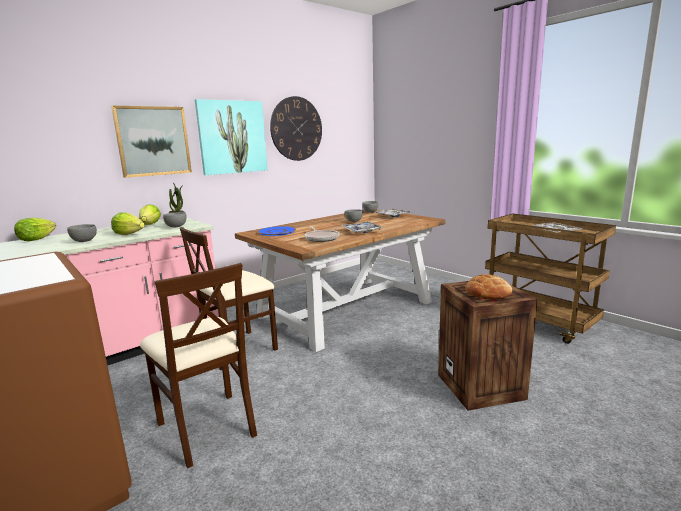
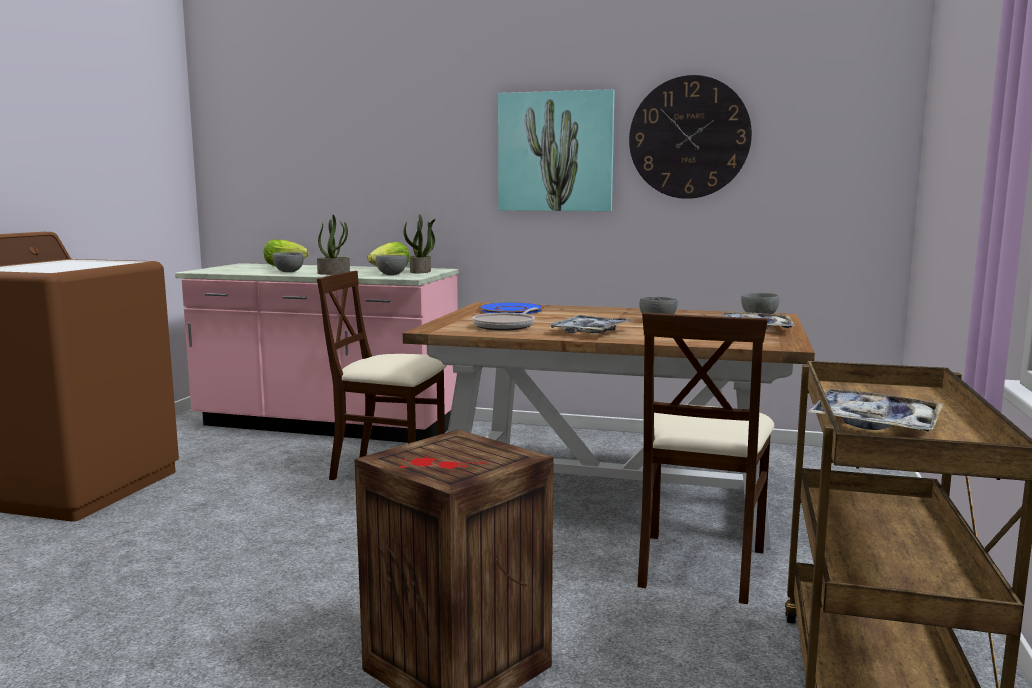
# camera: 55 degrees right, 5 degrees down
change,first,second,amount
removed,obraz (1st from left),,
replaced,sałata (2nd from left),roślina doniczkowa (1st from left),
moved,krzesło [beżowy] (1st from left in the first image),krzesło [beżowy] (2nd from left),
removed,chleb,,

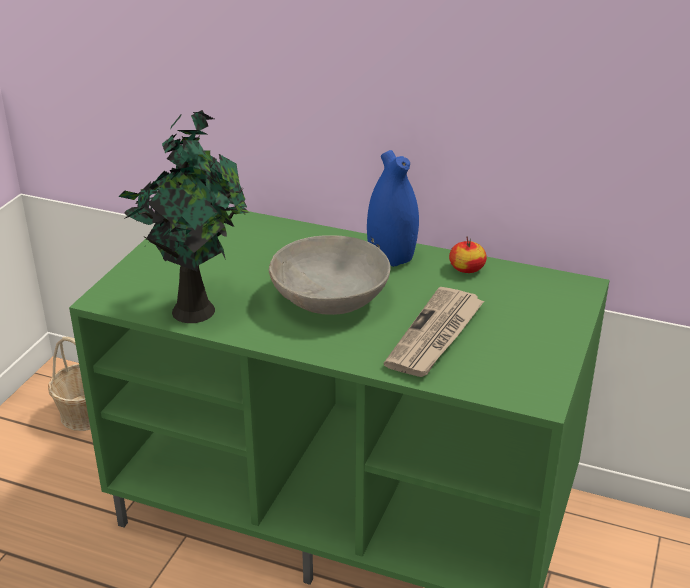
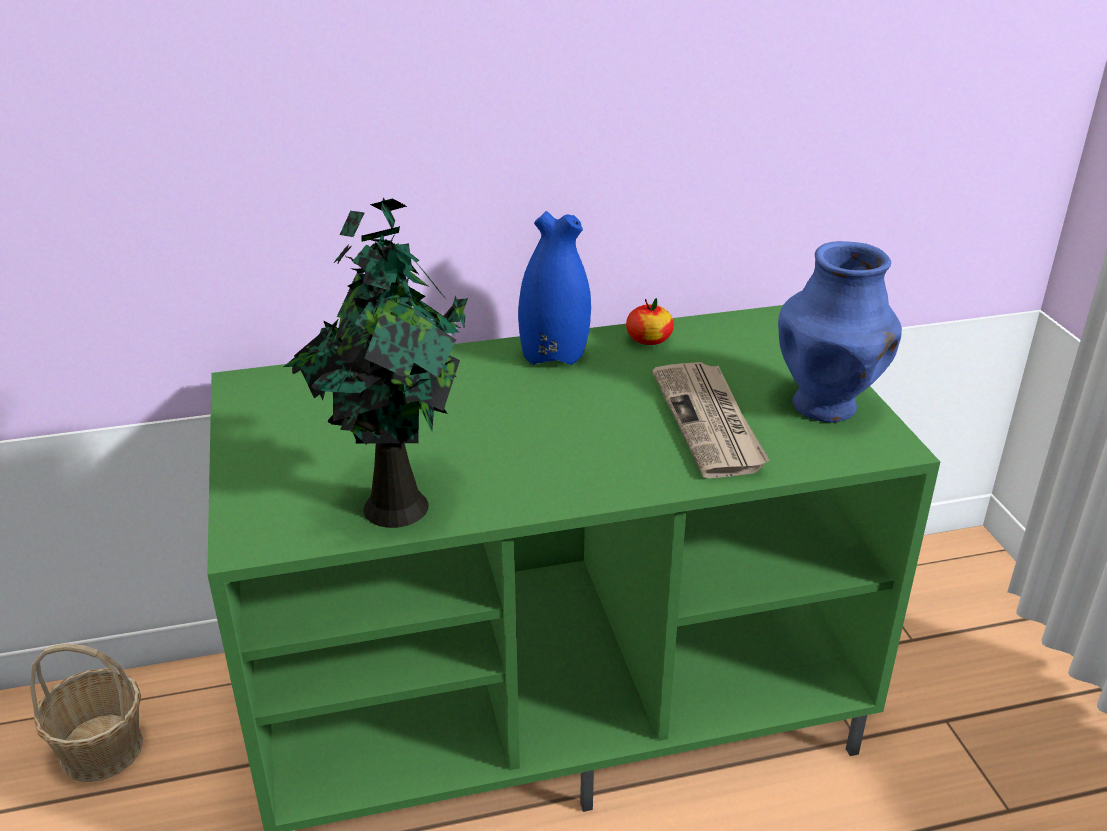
# camera: 35 degrees left, 0 degrees up
change,first,second,amount
removed,miska [szary],,
added,,wazon [niebieski] (2nd from left),

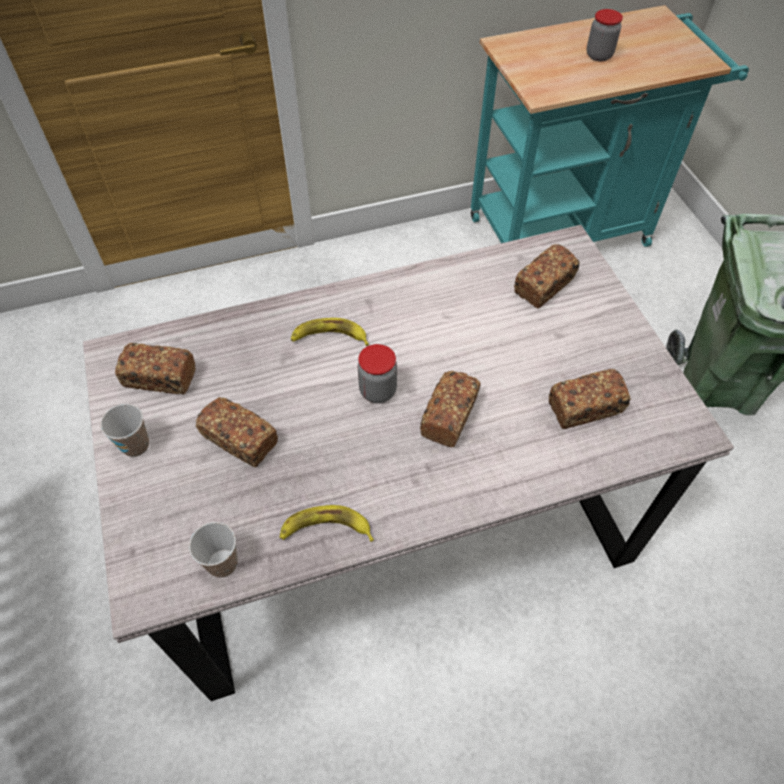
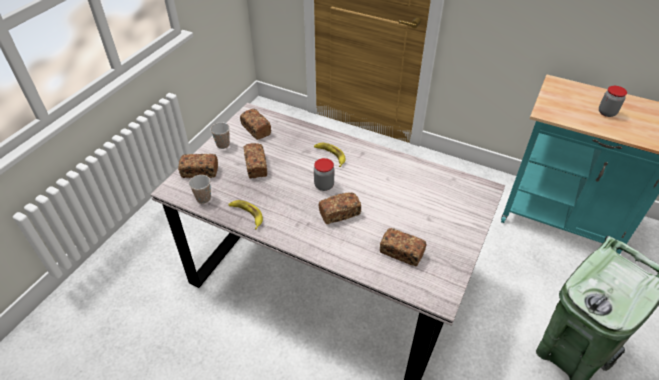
# camera: 45 degrees right, 10 degrees down
change,first,second,amount
moved,chleb (4th from left in the first image),chleb (1st from left),

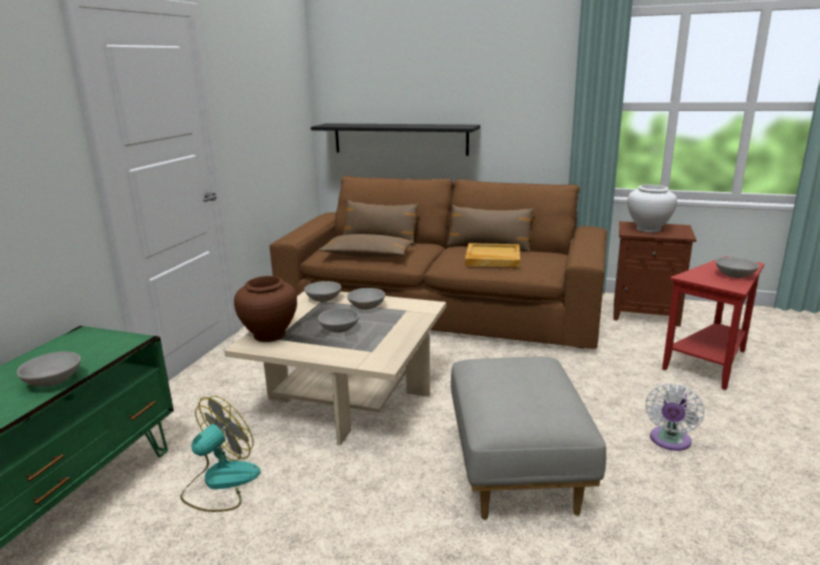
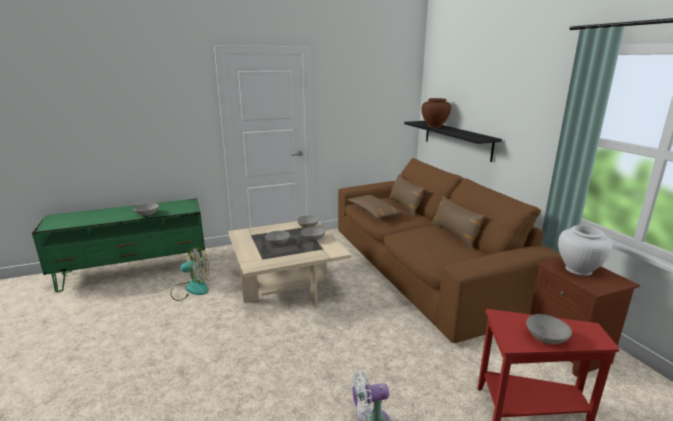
# camera: 50 degrees right, 0 degrees up
change,first,second,amount
removed,taca [beżowy],,
moved,wazon [brązowy],,
removed,pufa [szary],,

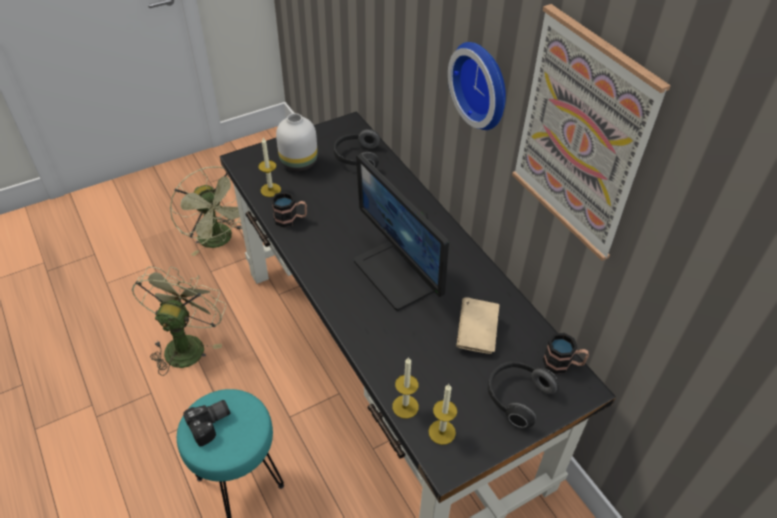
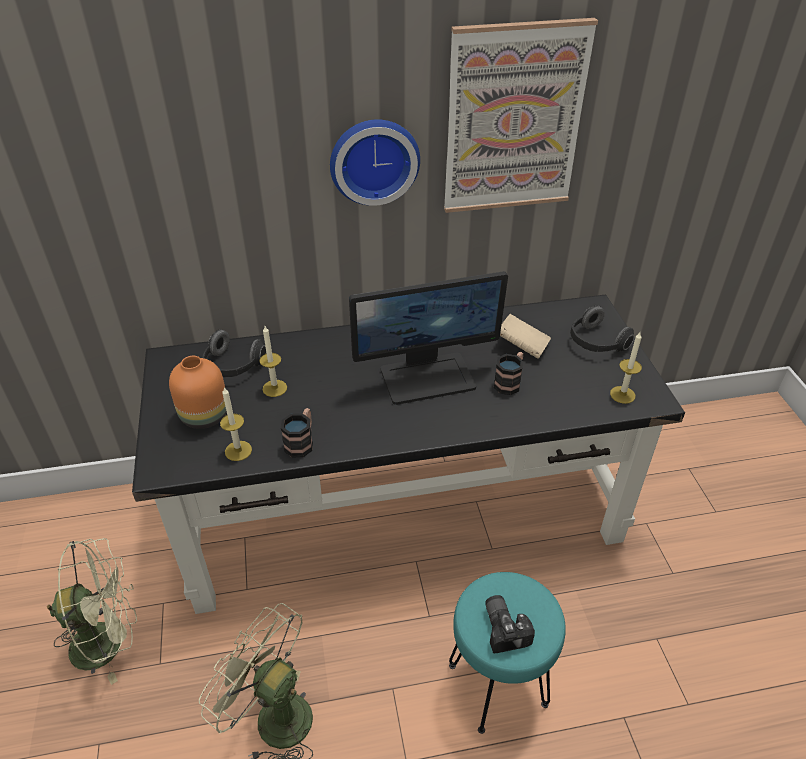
# camera: 70 degrees left, 5 degrees down
change,first,second,amount
recoloured,wazon [biały],wazon [pomarańczowy],
moved,kubek (2nd from left),,
moved,świeca (2nd from left),,

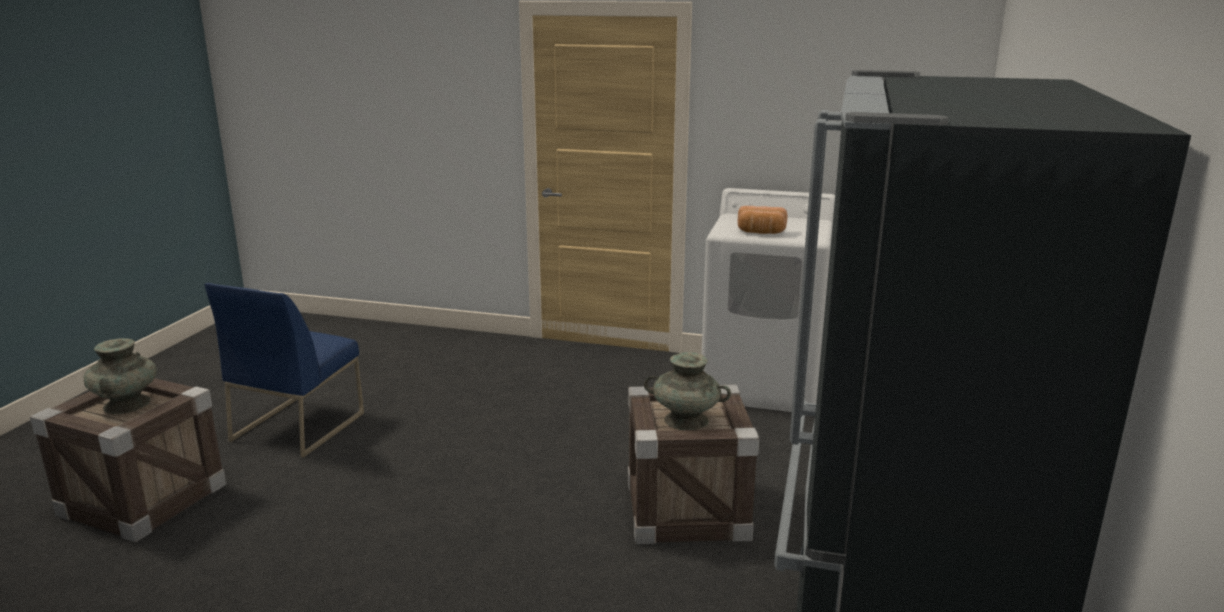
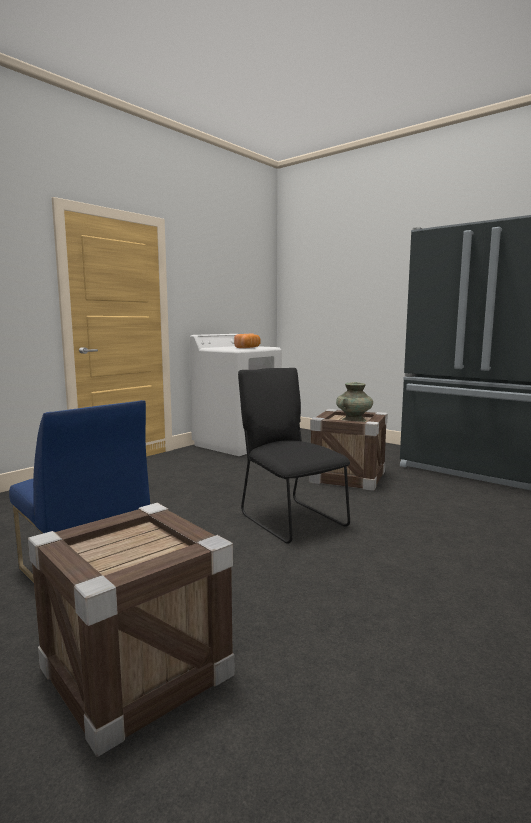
# camera: 65 degrees left, 10 degrees down
change,first,second,amount
removed,wazon [turkusowy] (1st from left),,
added,,krzesło [czarny],

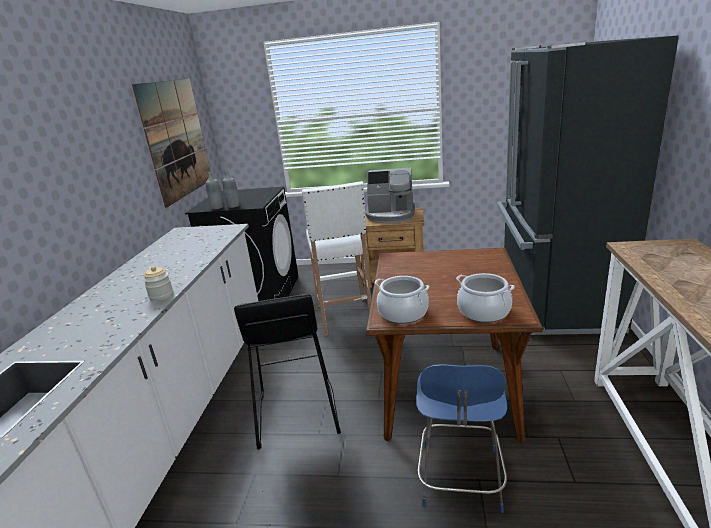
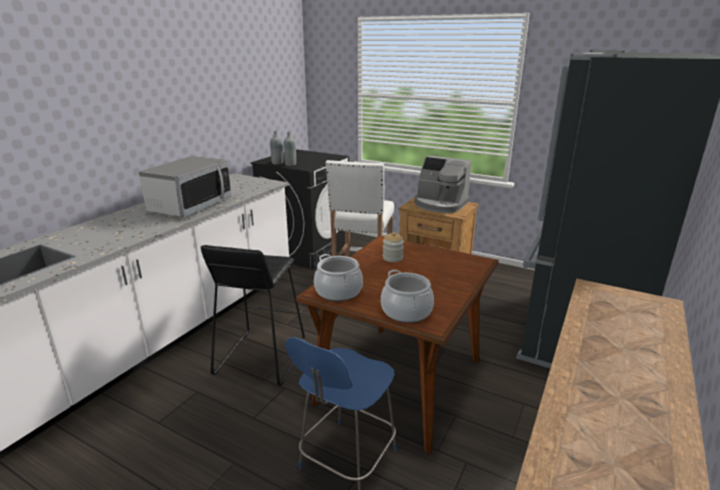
# camera: 20 degrees right, 0 degrees up
change,first,second,amount
removed,obraz,,
moved,słoik,,
added,,mikrofalówka,

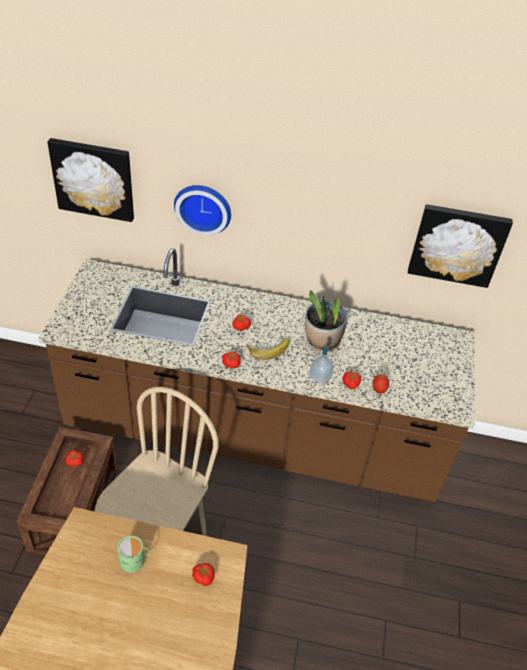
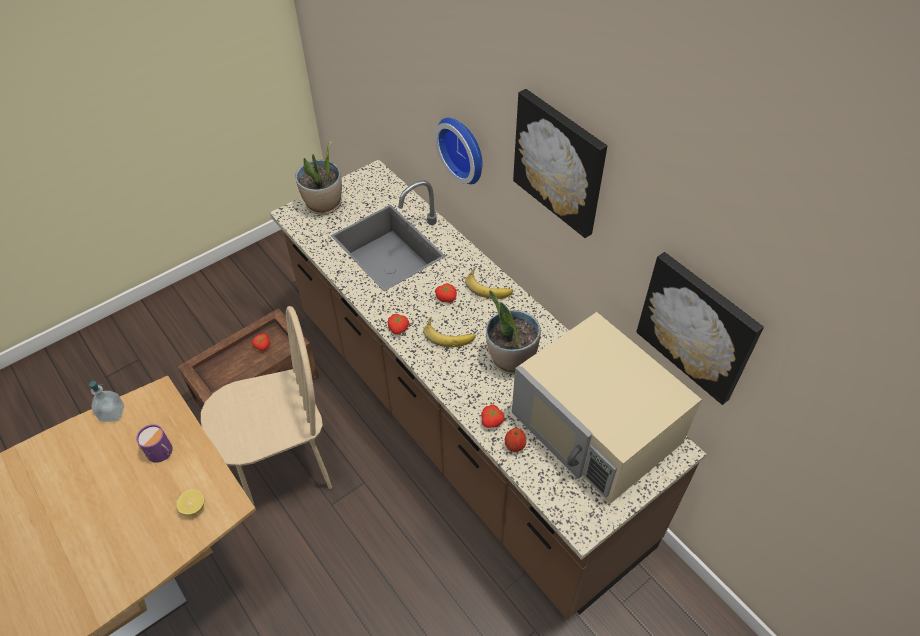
# camera: 45 degrees right, 5 degrees up
change,first,second,amount
moved,obraz (1st from left),,
moved,dozownik mydła,,
recoloured,kubek [zielony],kubek [fioletowy],
replaced,pomidor (2nd from left),cytryna,
added,,roślina doniczkowa (1st from left),
added,,banan (2nd from left),
added,,mikrofalówka [beżowy],

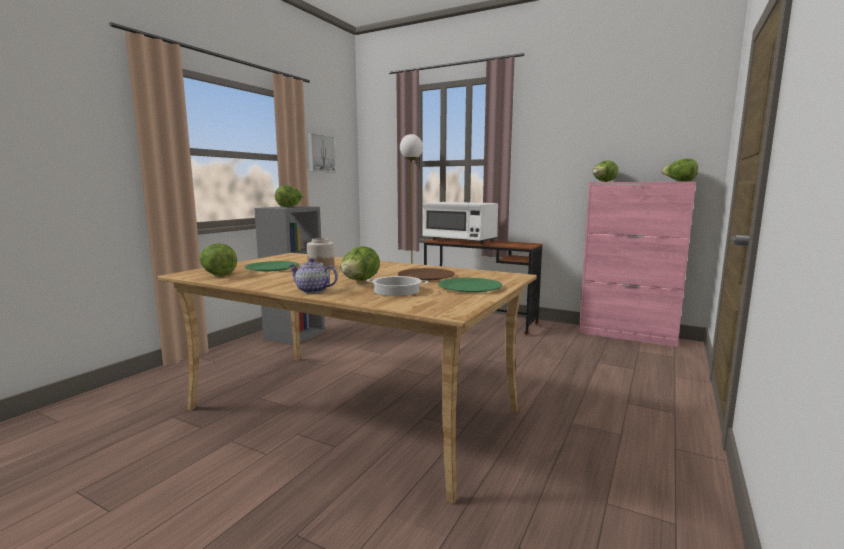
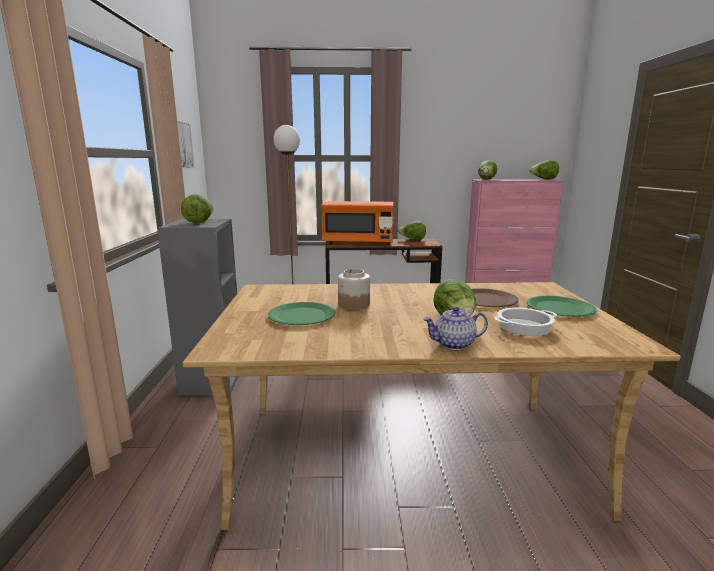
# camera: 30 degrees left, 5 degrees up
change,first,second,amount
recoloured,mikrofalówka [biały],mikrofalówka [pomarańczowy],
moved,sałata (1st from left in the first image),sałata (2nd from left),

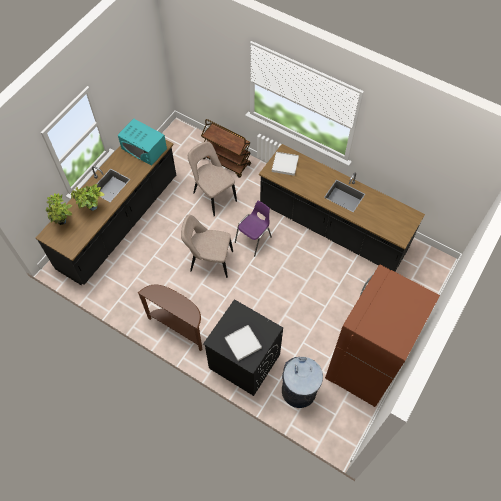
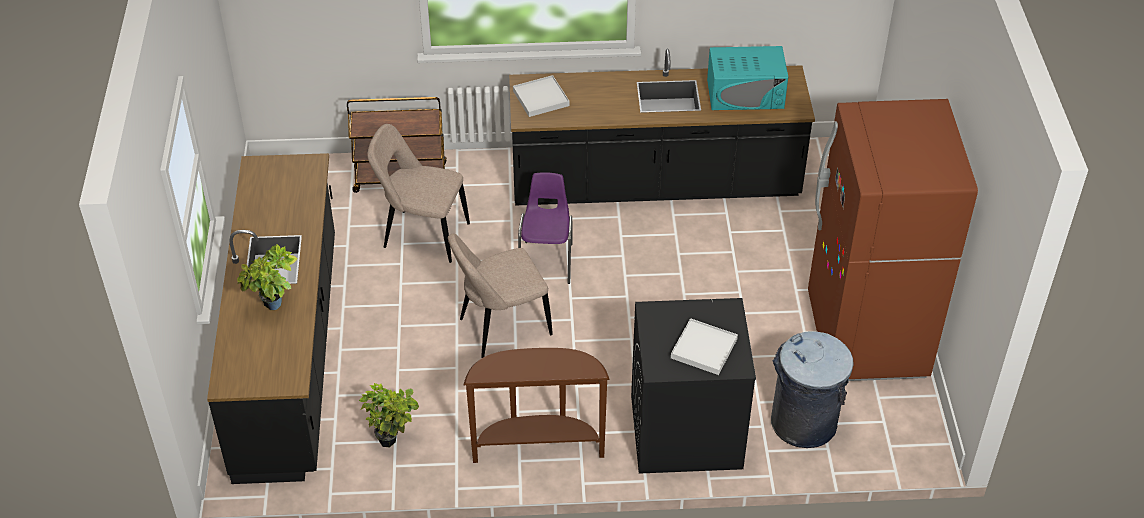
# camera: 35 degrees left, 15 degrees down
change,first,second,amount
moved,mikrofalówka [turkusowy],,
moved,roślina doniczkowa (1st from left in the first image),roślina doniczkowa (2nd from left),

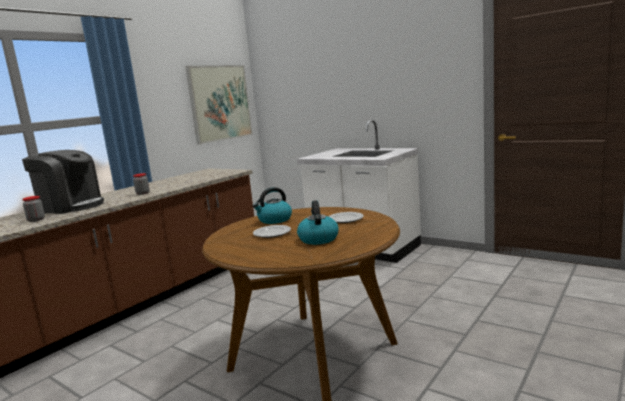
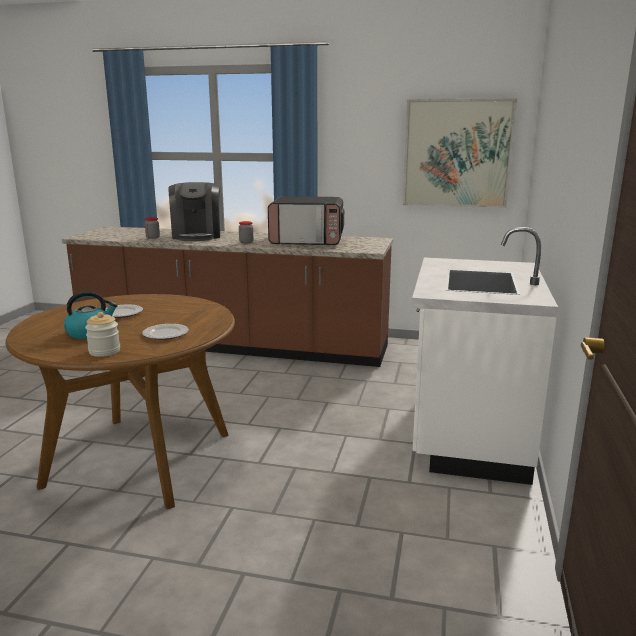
# camera: 65 degrees right, 5 degrees up
change,first,second,amount
removed,czajnik (1st from left),,
added,,mikrofalówka,
added,,słoik (1st from left),

